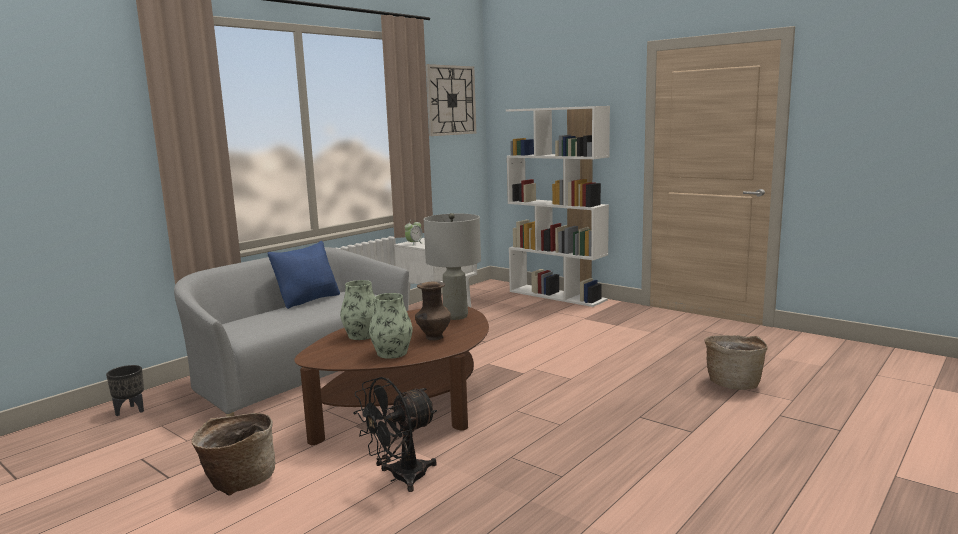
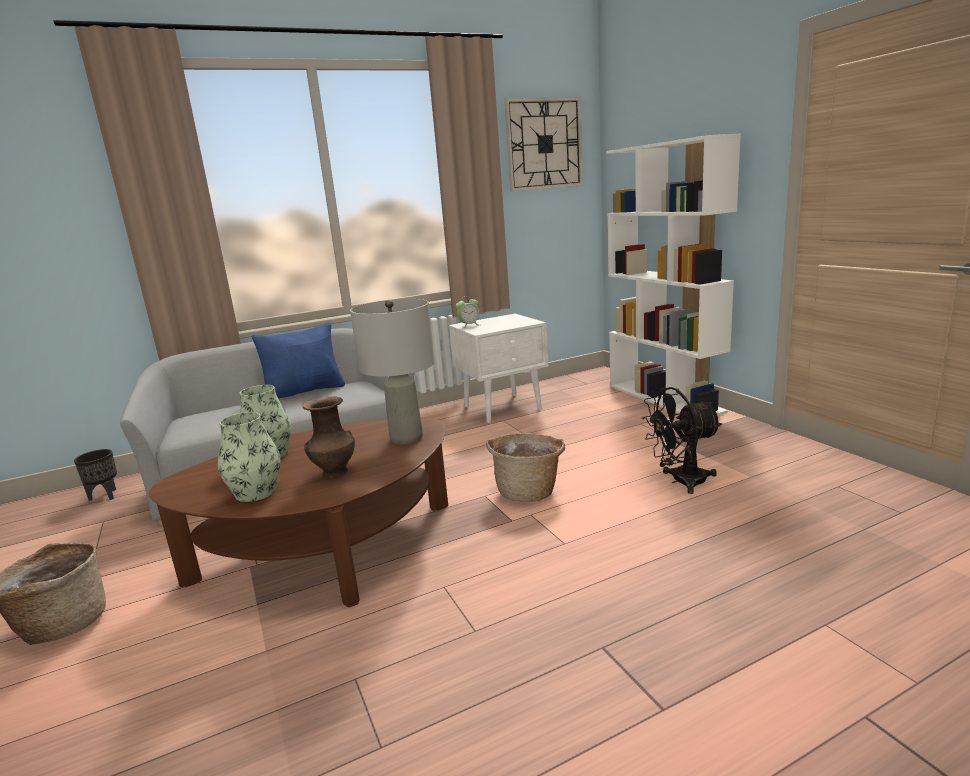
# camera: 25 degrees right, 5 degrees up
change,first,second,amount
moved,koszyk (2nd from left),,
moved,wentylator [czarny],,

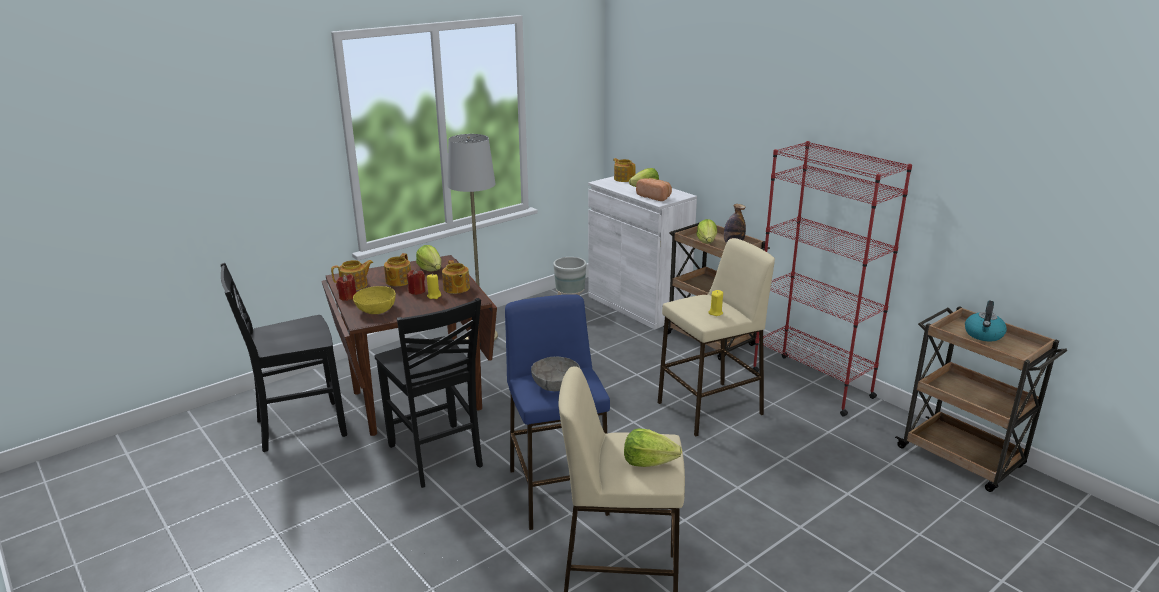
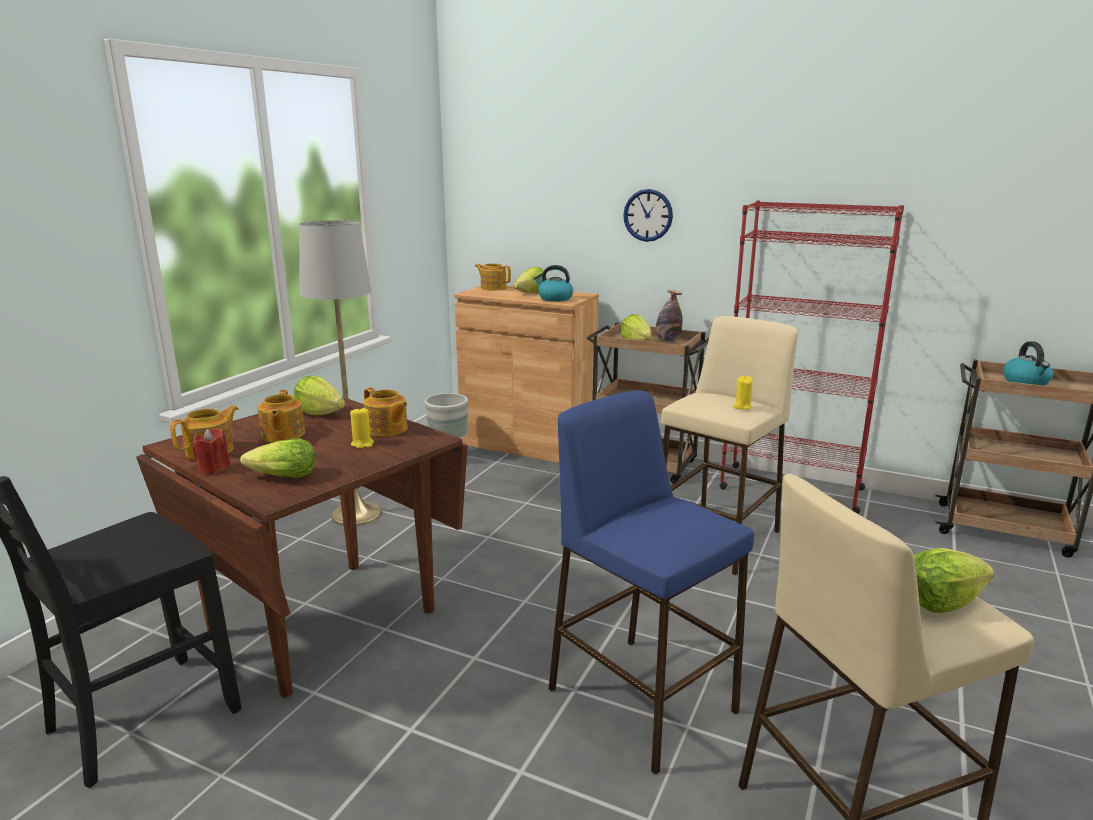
# camera: 25 degrees left, 5 degrees down
change,first,second,amount
recoloured,szafka [biały],szafka [brązowy],
replaced,chleb,czajnik (1st from left),
removed,świeca [czerwony] (2nd from left),,
replaced,miska [żółty],sałata (1st from left),
removed,krzesło [czarny] (2nd from left),,
removed,miska [szary],,
added,,zegar ścienny,

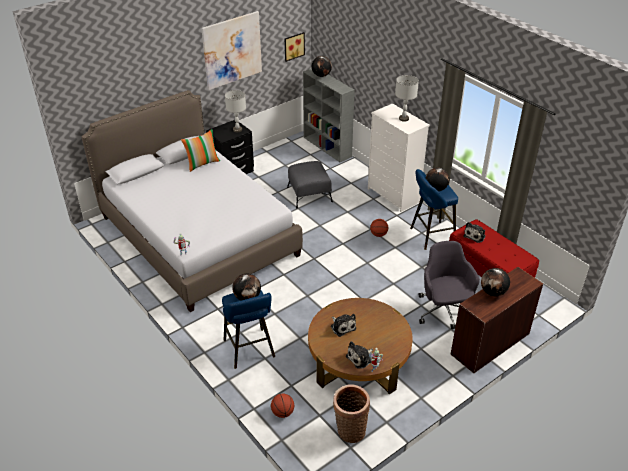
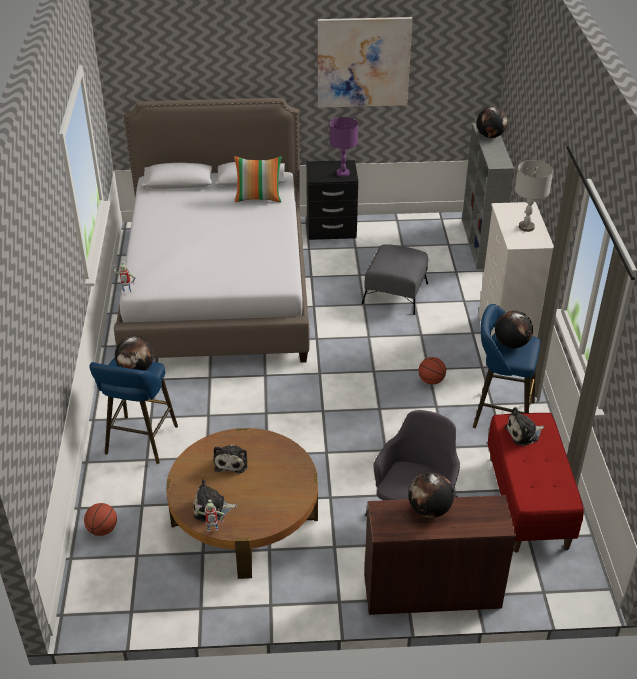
# camera: 35 degrees right, 0 degrees up
change,first,second,amount
removed,obraz (2nd from left),,
recoloured,lampa stołowa [szary] (1st from left),lampa stołowa [fioletowy],
removed,koszyk,,

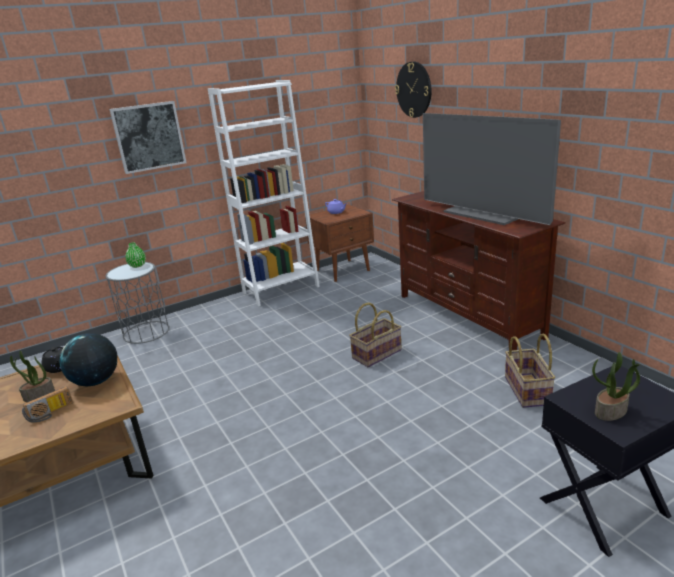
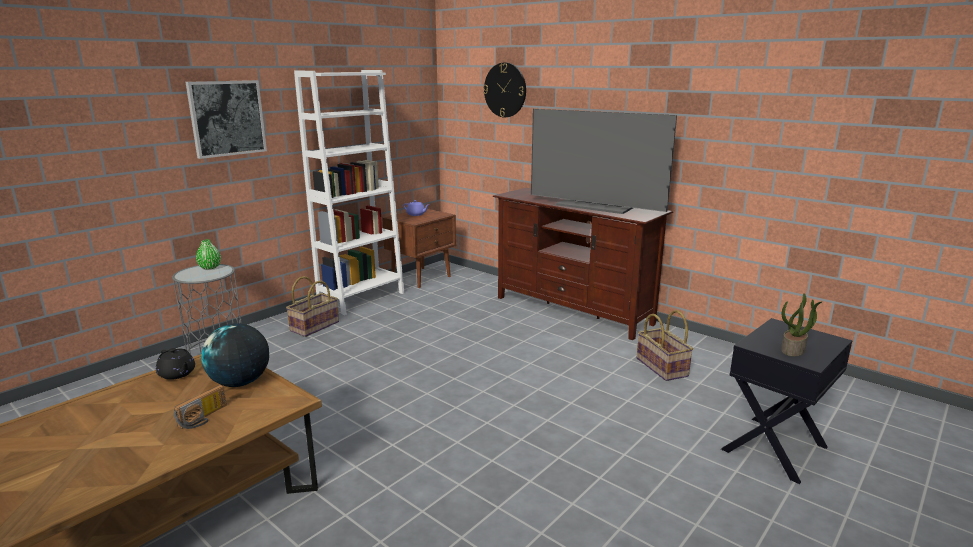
# camera: 20 degrees left, 5 degrees down
change,first,second,amount
moved,koszyk (1st from left),,
removed,roślina doniczkowa (1st from left),,

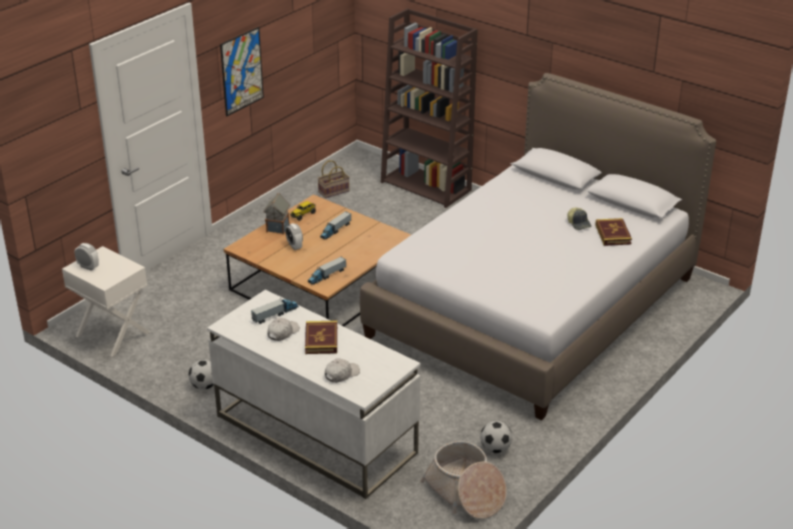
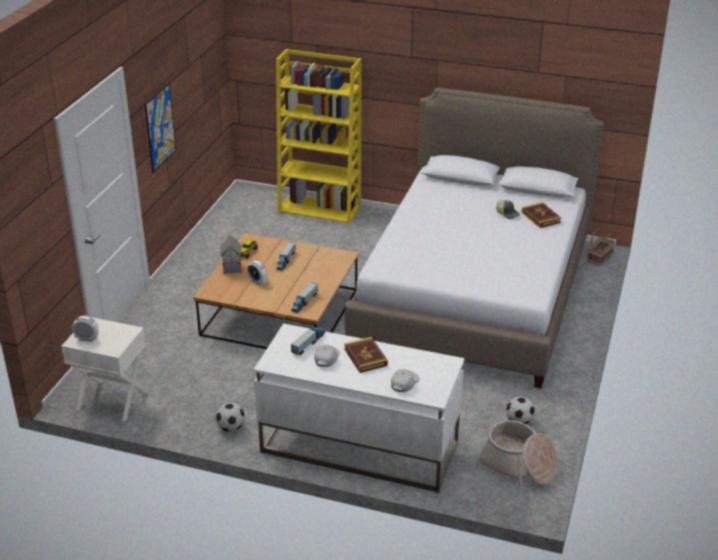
# camera: 20 degrees left, 0 degrees up
change,first,second,amount
recoloured,regał [brązowy],regał [żółty],
moved,koszyk (1st from left in the first image),koszyk (2nd from left),

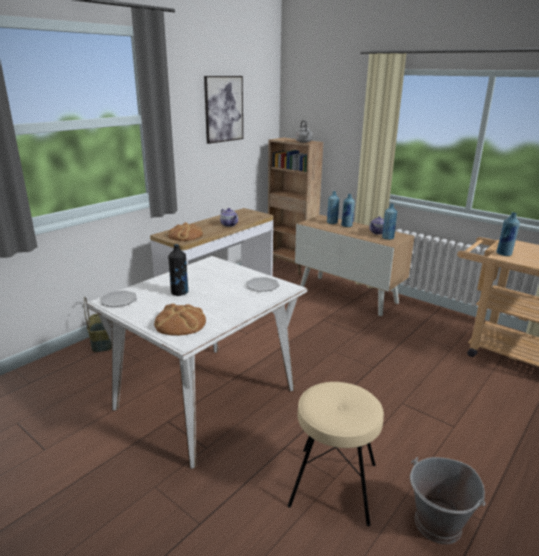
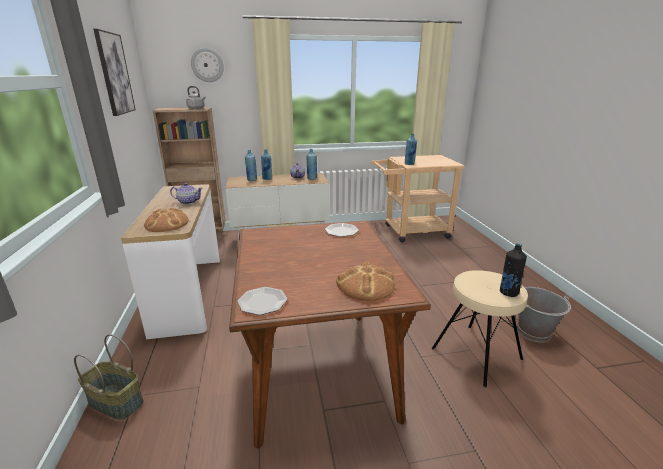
# camera: 50 degrees left, 0 degrees up
change,first,second,amount
moved,butelka [czarny],,
recoloured,stół jadalny [biały],stół jadalny [brązowy],
added,,zegar ścienny,

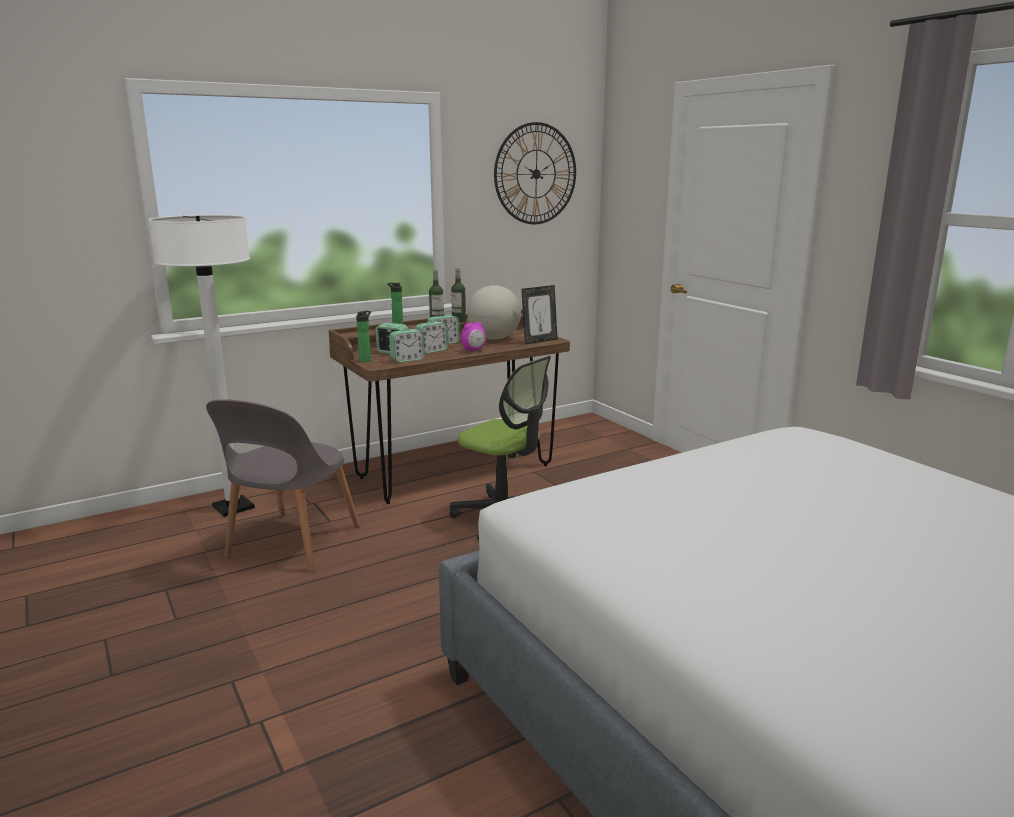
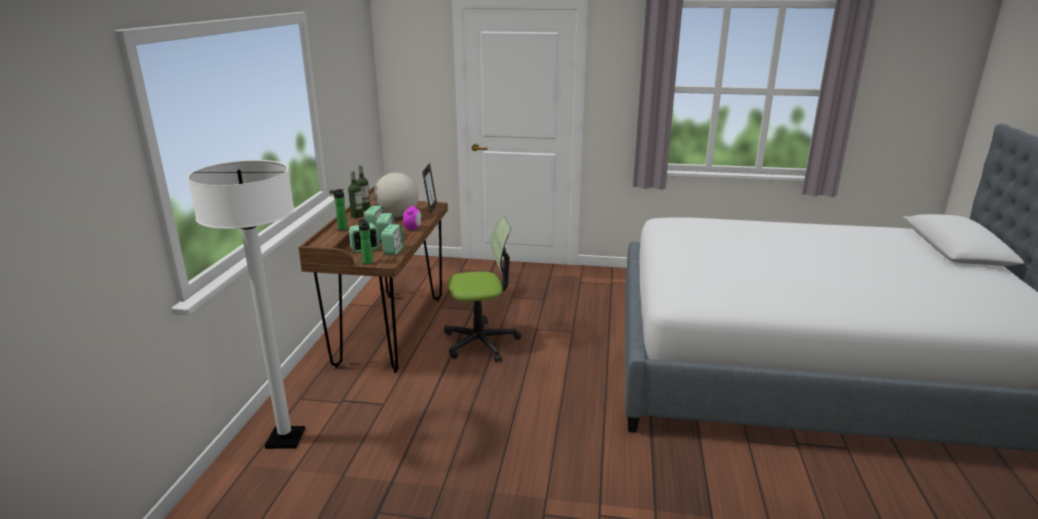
# camera: 50 degrees left, 5 degrees up
change,first,second,amount
removed,zegar ścienny,,
removed,krzesło [szary],,

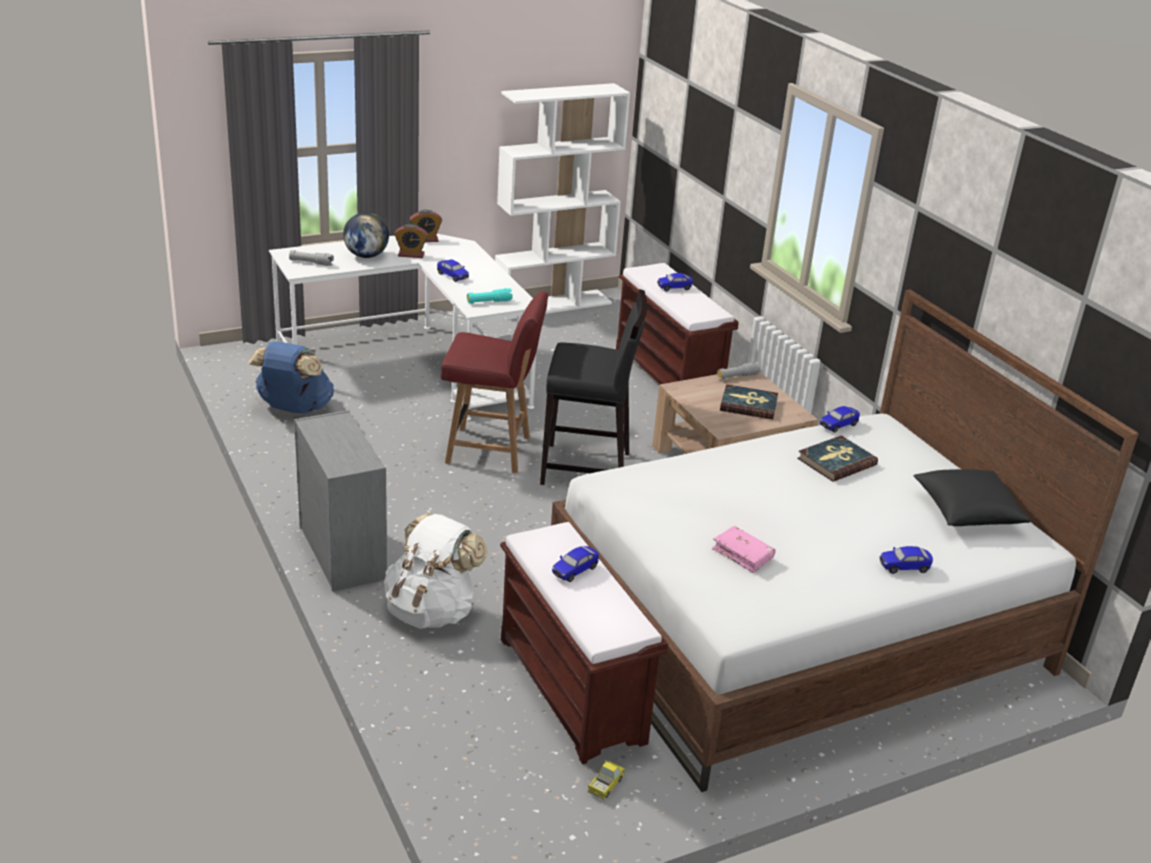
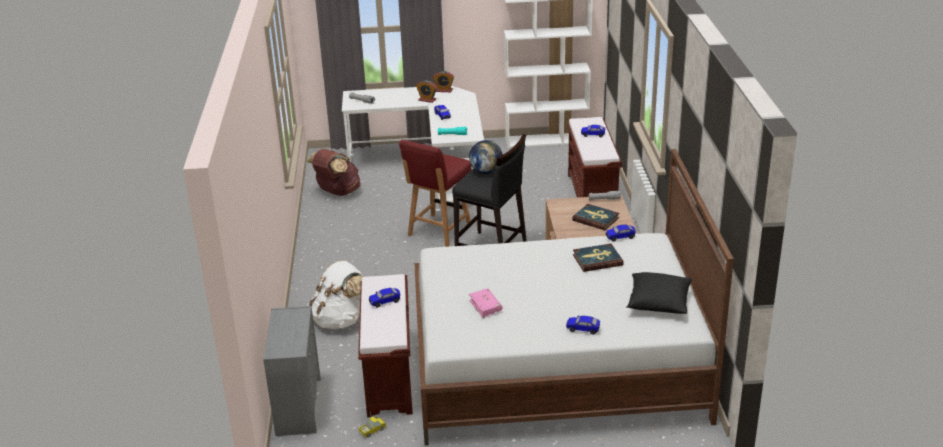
# camera: 25 degrees right, 0 degrees up
change,first,second,amount
moved,globus,,
turned,krzesło [czerwony],,90 degrees clockwise
recoloured,plecak [niebieski],plecak [brązowy],
moved,komoda [szary],,

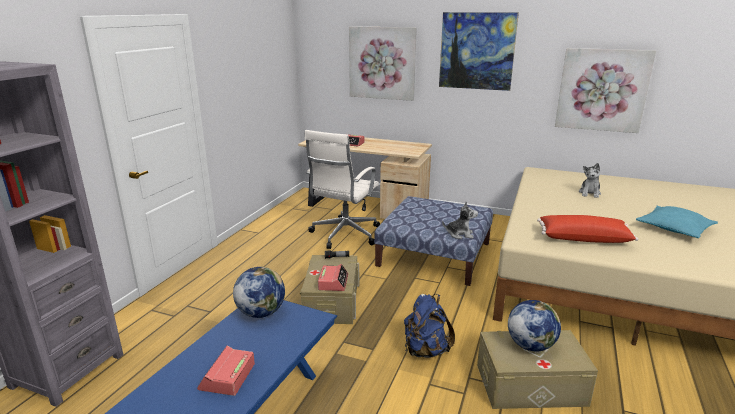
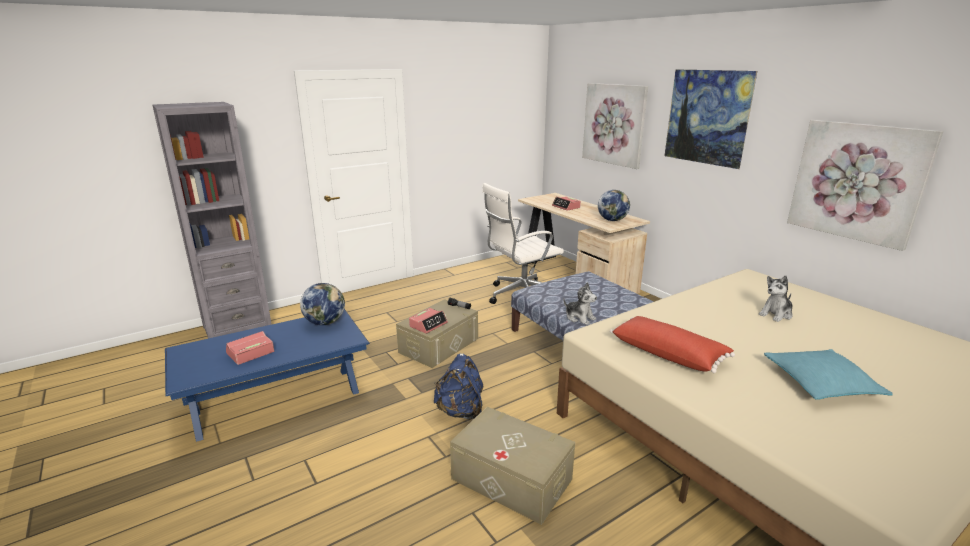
# camera: 35 degrees right, 0 degrees up
change,first,second,amount
moved,globus (2nd from left),,

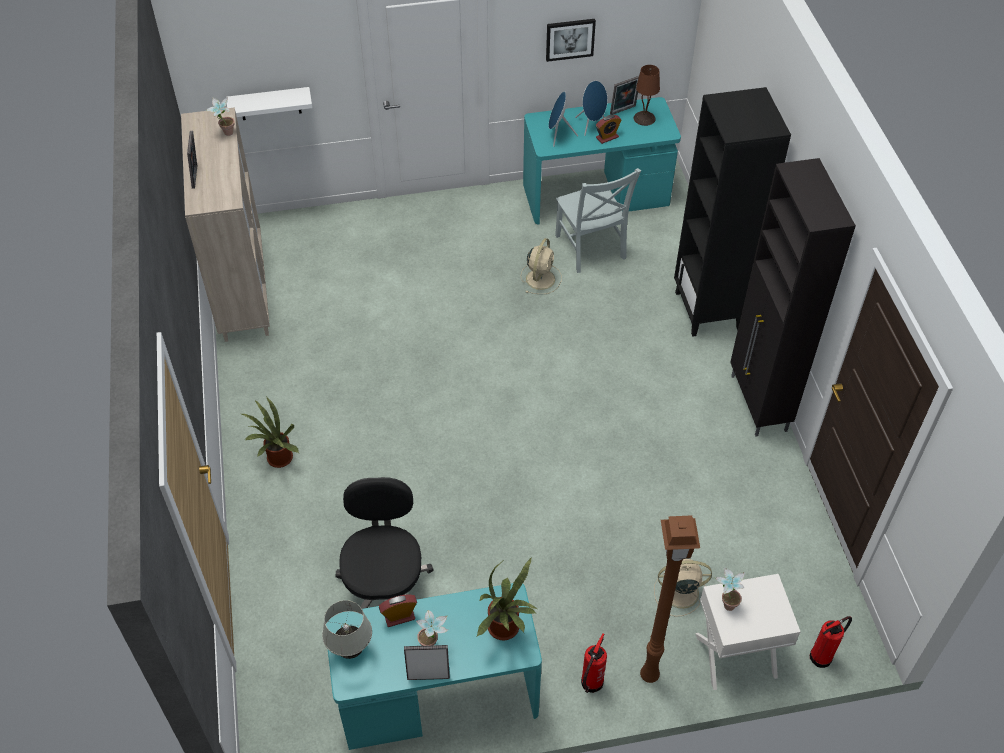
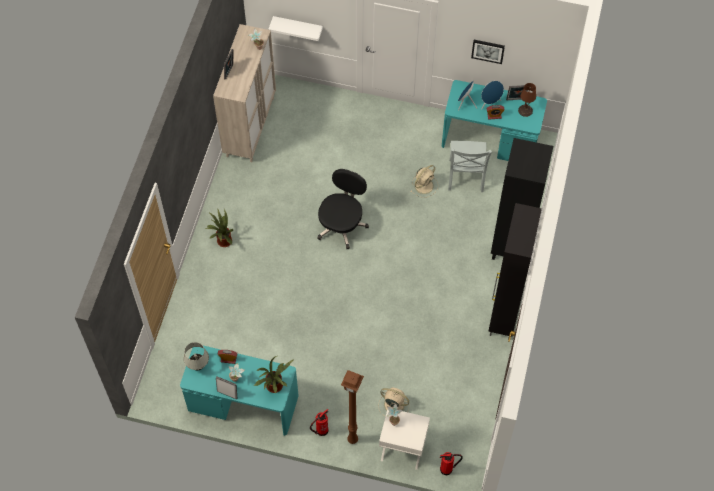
# camera: 25 degrees right, 10 degrees up
change,first,second,amount
moved,krzesło biurowe [czarny],,

